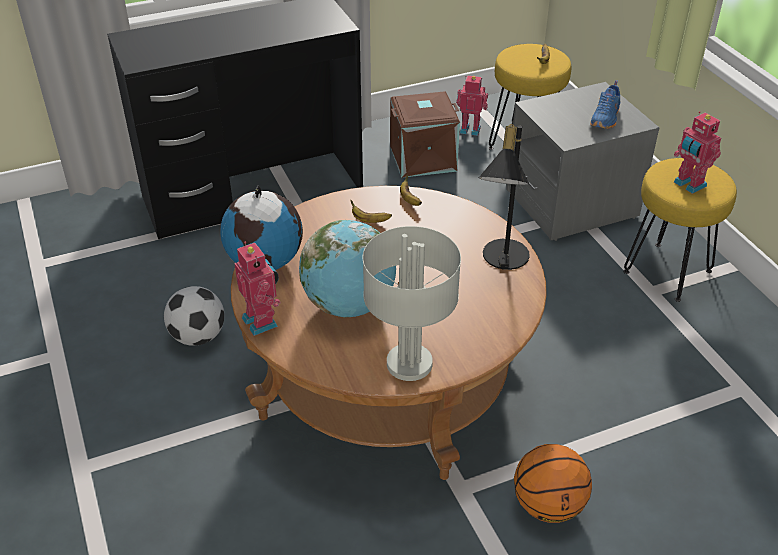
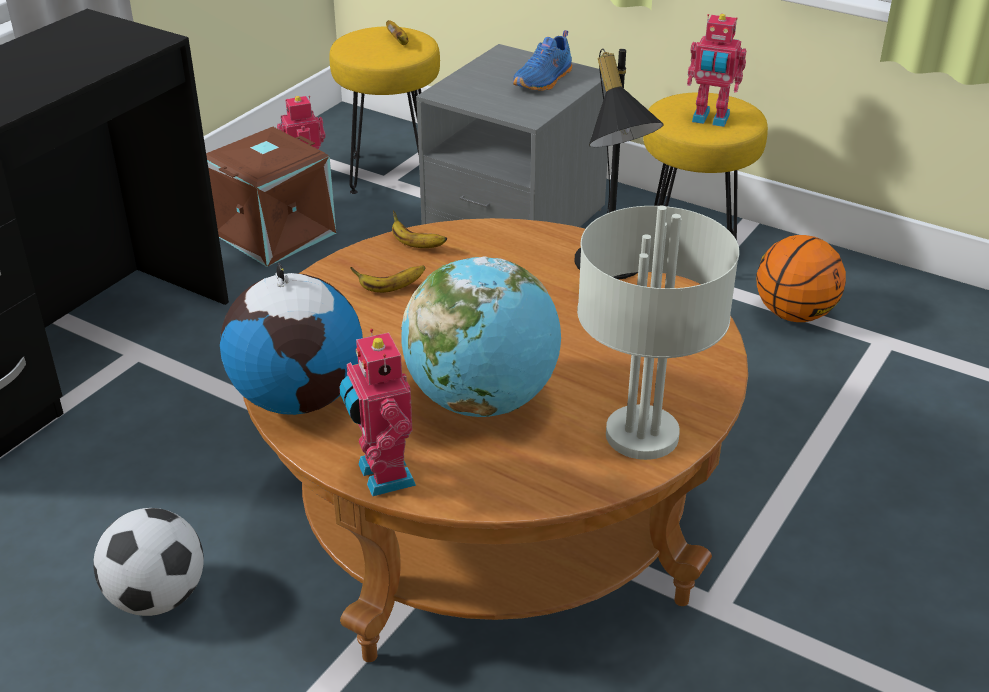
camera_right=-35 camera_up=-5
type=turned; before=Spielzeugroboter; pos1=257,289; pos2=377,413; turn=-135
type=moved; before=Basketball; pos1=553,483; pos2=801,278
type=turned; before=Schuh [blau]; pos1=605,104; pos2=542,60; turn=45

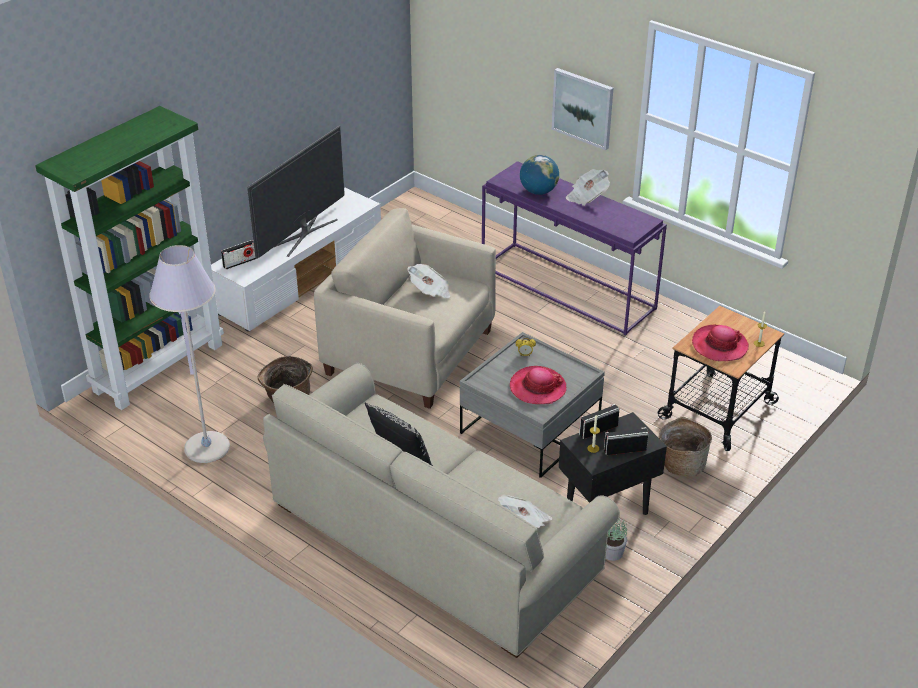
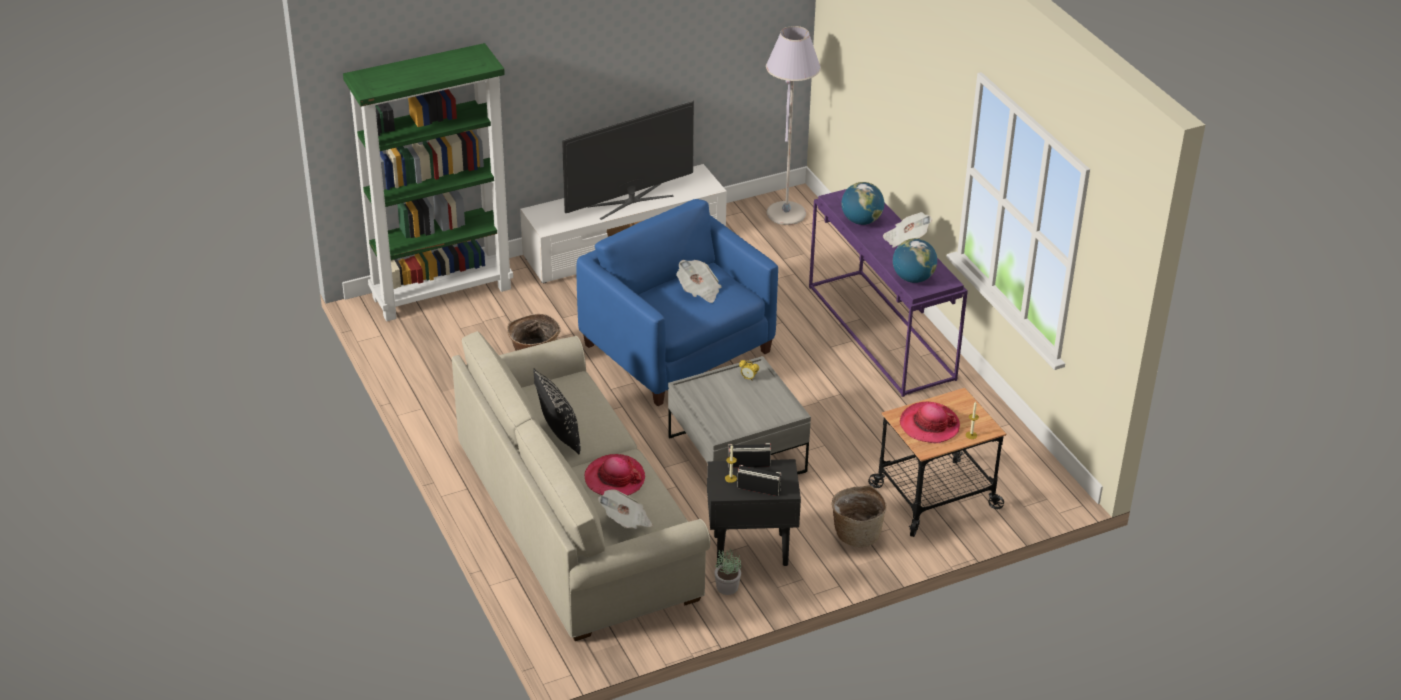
camera_right=25 camera_up=0
type=moved; before=Stehlampe [grau]; pos1=189,354; pos2=793,125
type=removed; before=Radio; pos1=238,254
type=recoloured; before=Sessel [beige]; after=Sessel [blau]; pos1=405,308; pos2=677,302
type=moved; before=Hut; pos1=538,385; pos2=615,475
type=removed; before=Bild; pos1=582,109
type=added; after=Globus; pos2=915,260

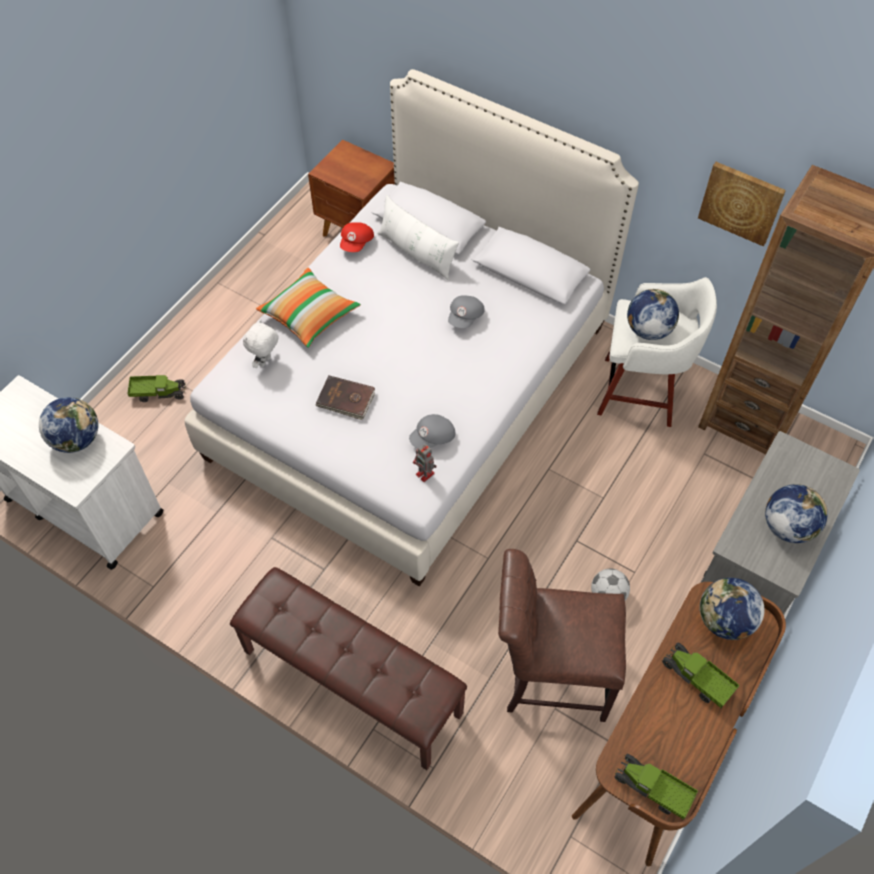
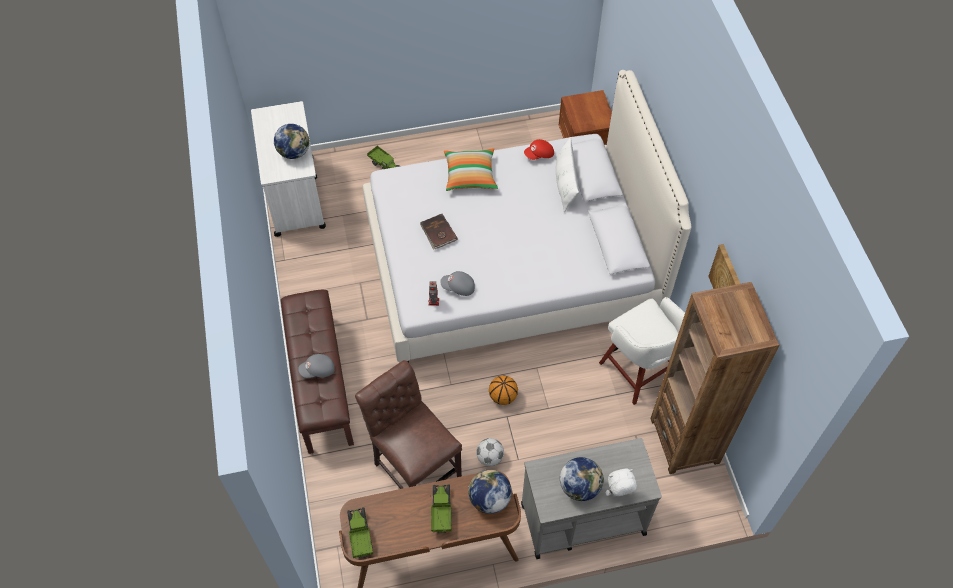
camera_right=45 camera_up=0
type=moved; before=Plüschtier [weiß]; pos1=261,343; pos2=621,482
type=moved; before=Kappe [grau]; pos1=466,311; pos2=316,366
type=removed; before=Globus; pos1=653,314
type=added; after=Basketball; pos2=503,390

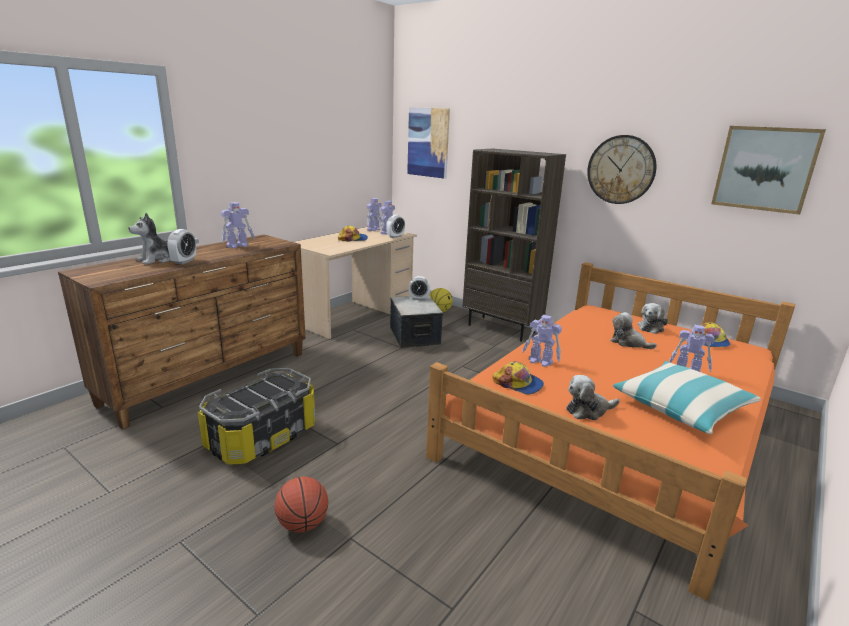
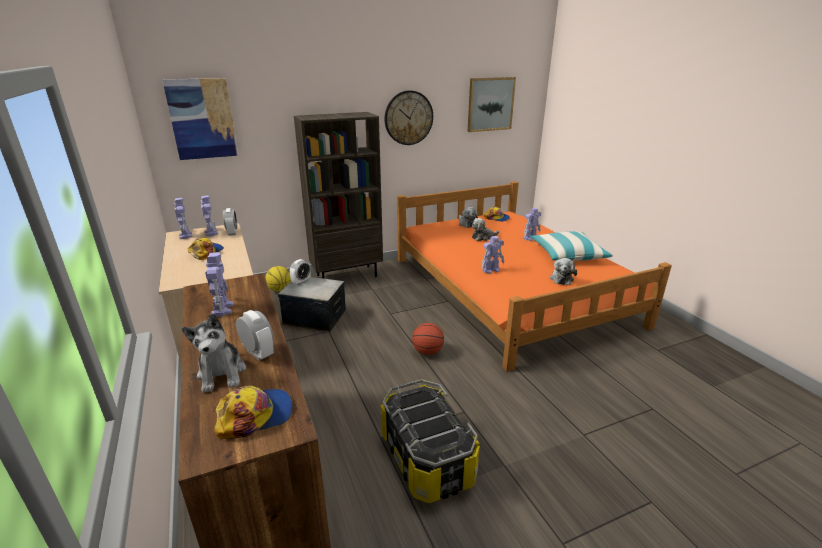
camera_right=-60 camera_up=5
type=moved; before=Basketball; pos1=301,504; pos2=428,339
type=moved; before=Kappe; pos1=518,377; pos2=253,412

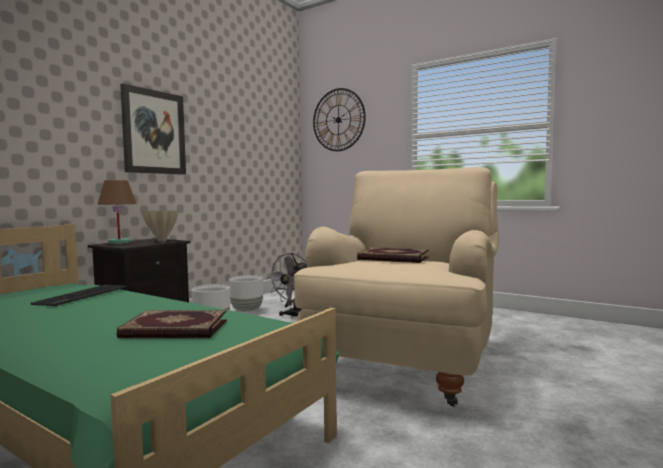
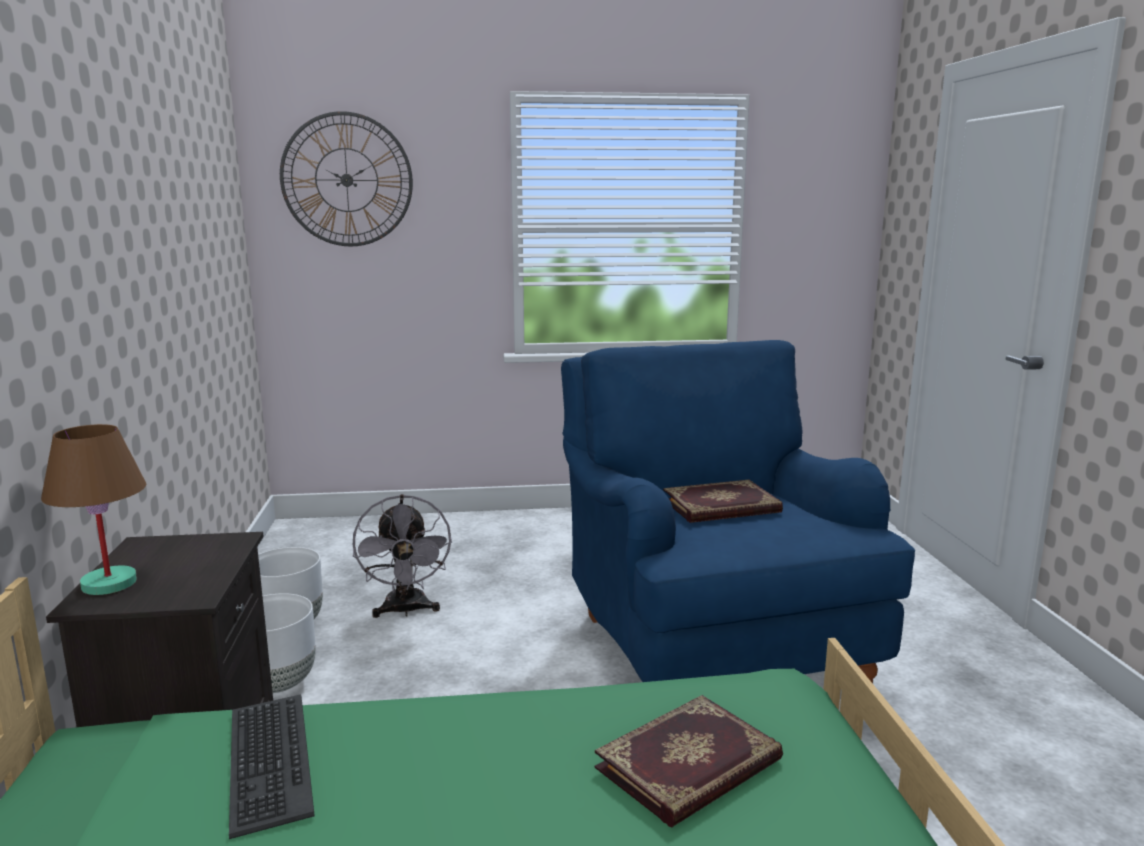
camera_right=-40 camera_up=10
type=removed; before=Bild; pos1=153,129
type=removed; before=Vase [beige]; pos1=160,226
type=recoloured; before=Sessel [beige]; after=Sessel [blau]; pos1=396,287; pos2=738,511

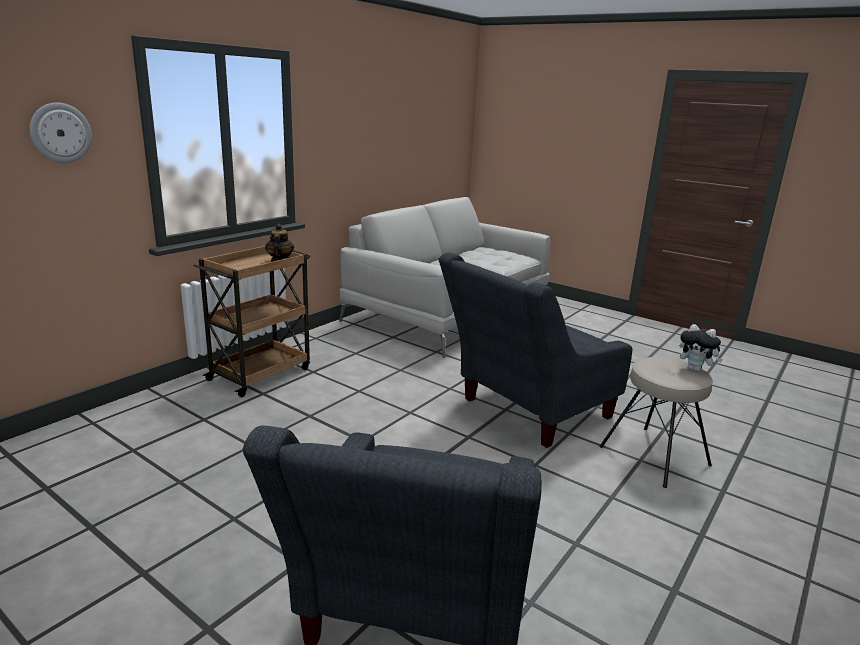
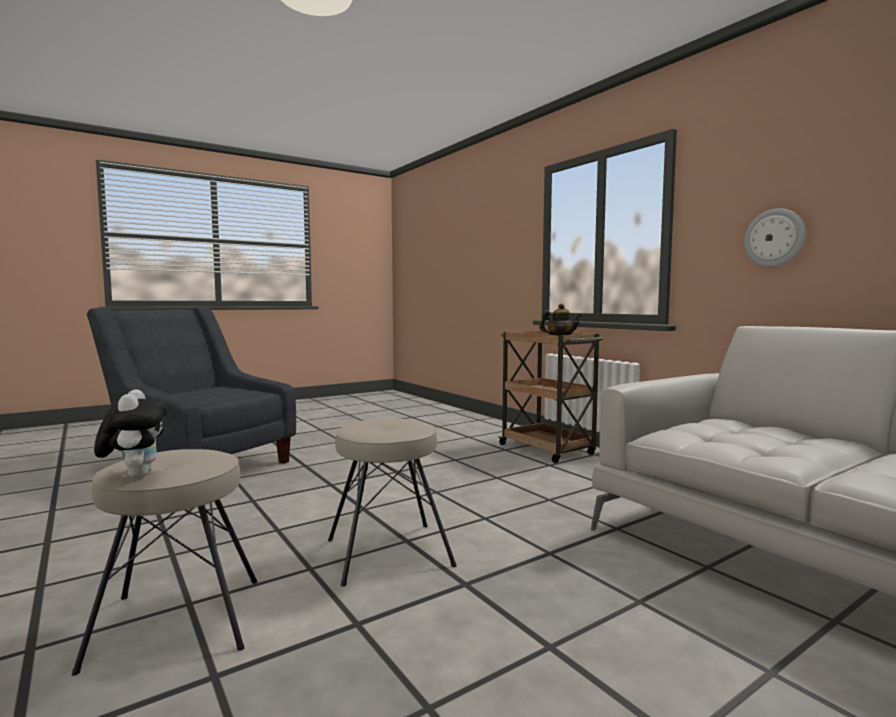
camera_right=110 camera_up=-15
type=moved; before=Wanduhr; pos1=61,132; pos2=775,237
type=replaced; before=Sessel [grau]; after=Hocker [beige]; pos1=535,350; pos2=392,502
type=turned; before=Plüschtier; pos1=701,348; pos2=130,433; turn=105

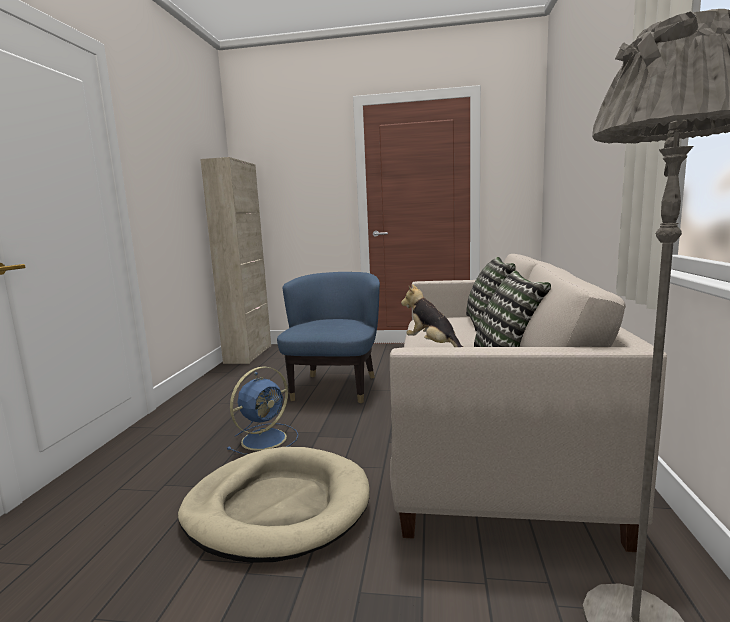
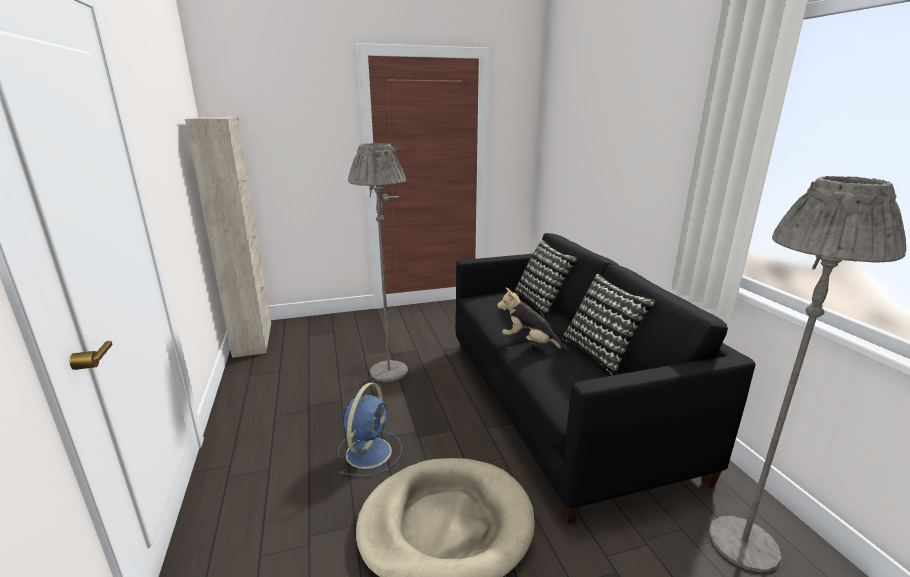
camera_right=-25 camera_up=10
type=replaced; before=Sessel [blau]; after=Stehlampe [grau]; pos1=328,337; pos2=378,262
type=recoloured; before=Sofa [beige]; after=Sofa [schwarz]; pos1=528,403; pos2=605,378

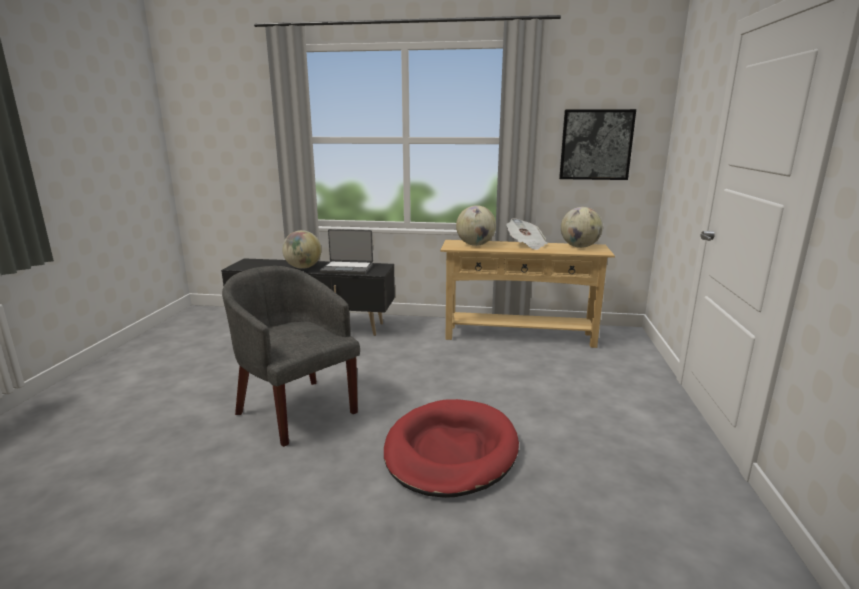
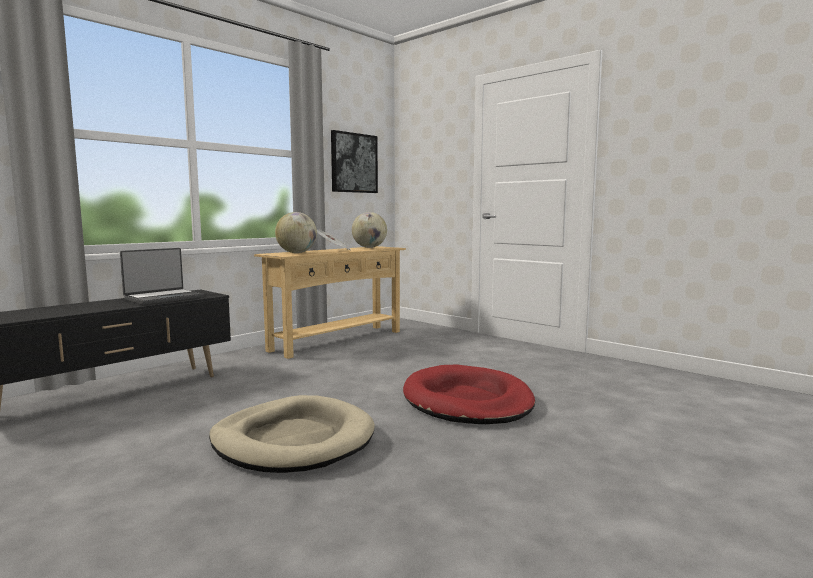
camera_right=-55 camera_up=-10
type=replaced; before=Sessel [grau]; after=Hundebett [beige]; pos1=291,356; pos2=292,434
type=removed; before=Globus; pos1=301,249

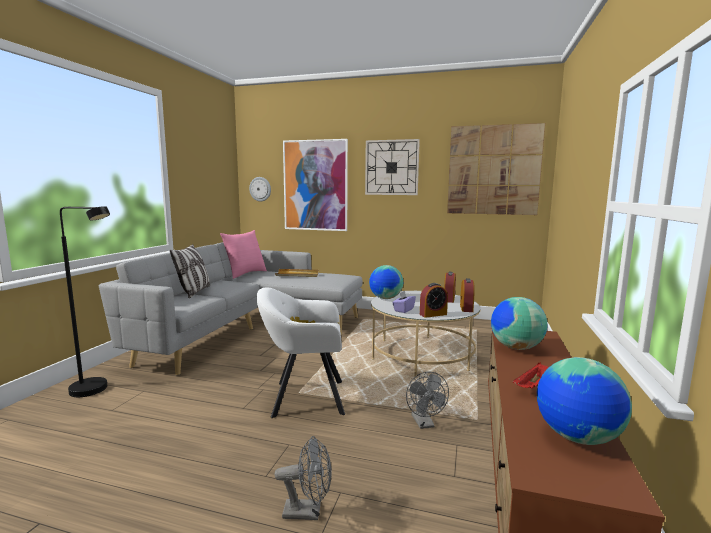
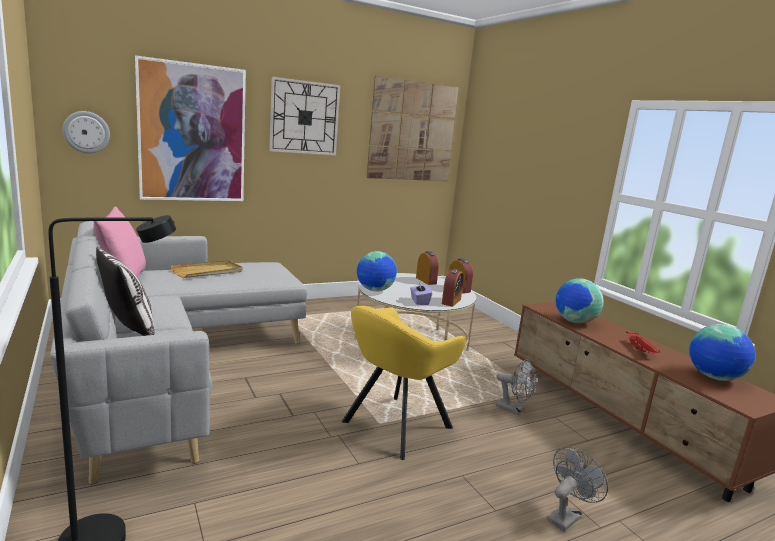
camera_right=-45 camera_up=5
type=recoloured; before=Sessel [weiß]; after=Sessel [gelb]; pos1=301,352; pos2=403,383

